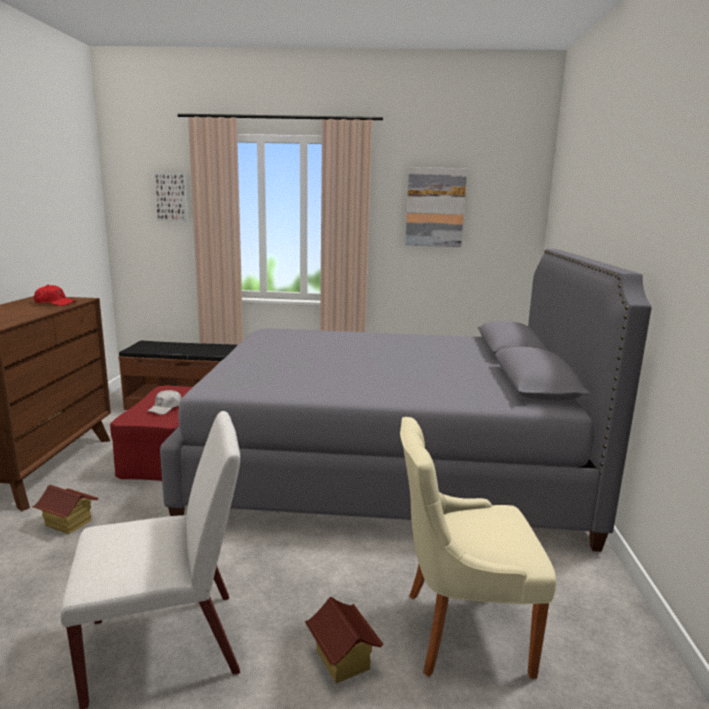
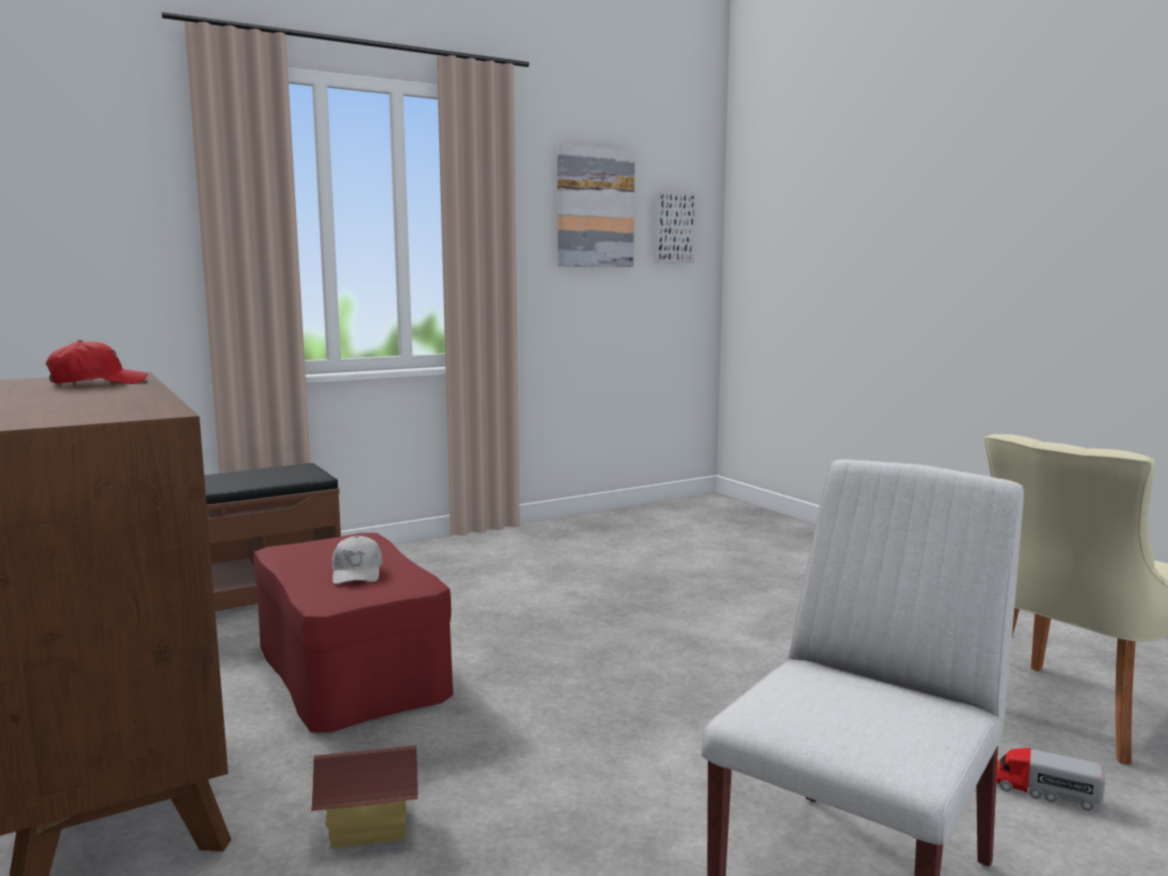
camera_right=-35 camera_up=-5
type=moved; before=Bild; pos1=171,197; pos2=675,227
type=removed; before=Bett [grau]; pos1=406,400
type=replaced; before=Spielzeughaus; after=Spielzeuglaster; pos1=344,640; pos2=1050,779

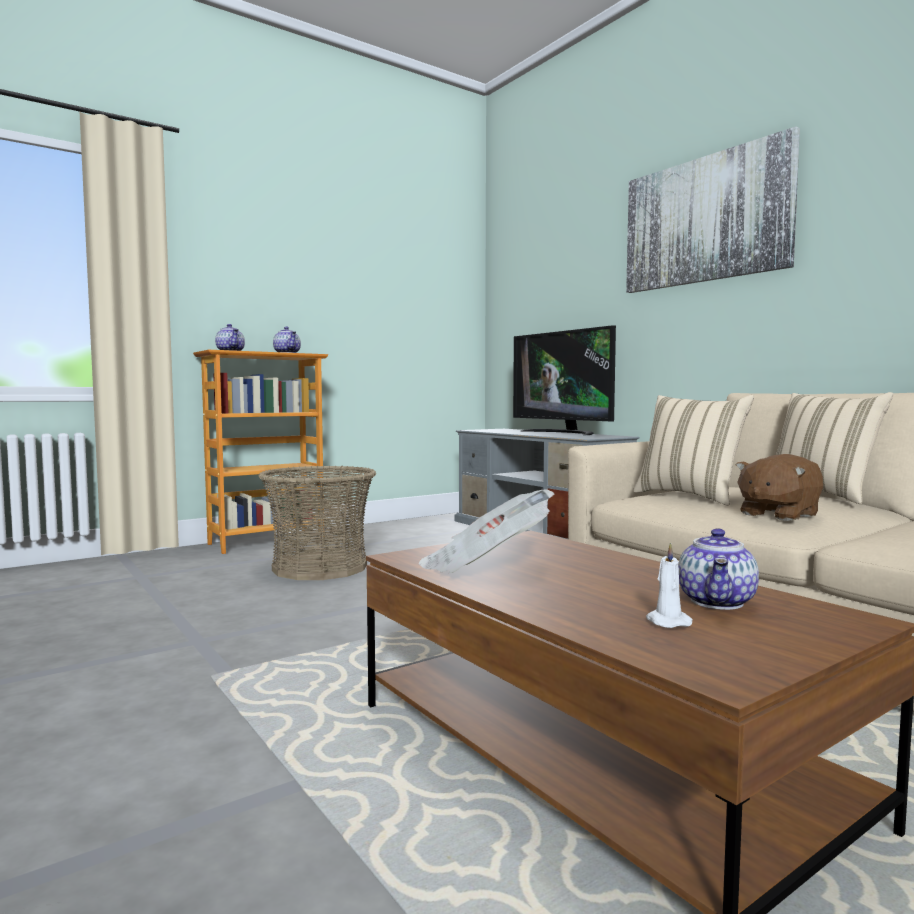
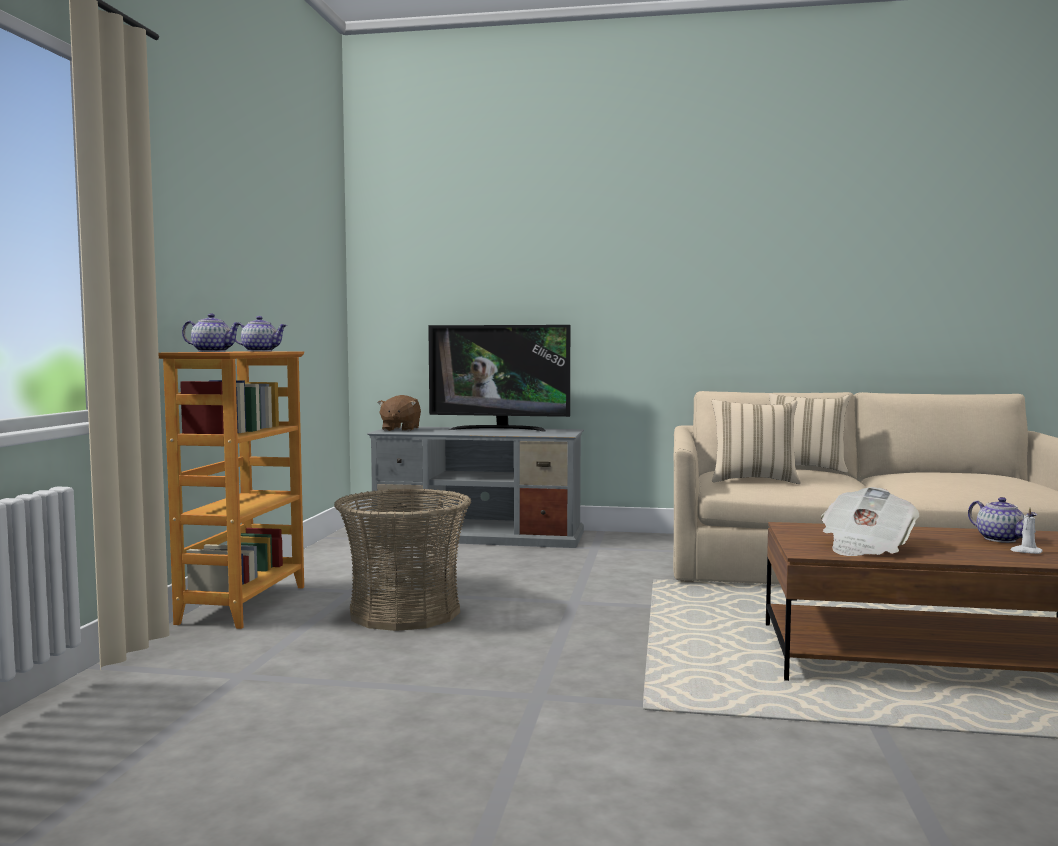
camera_right=-45 camera_up=0
type=removed; before=Bild; pos1=713,209
type=moved; before=Plüschtier [braun]; pos1=779,487; pos2=399,413

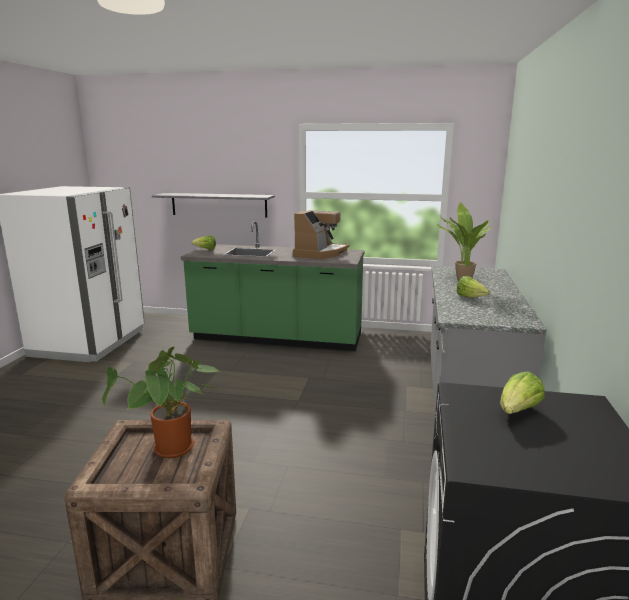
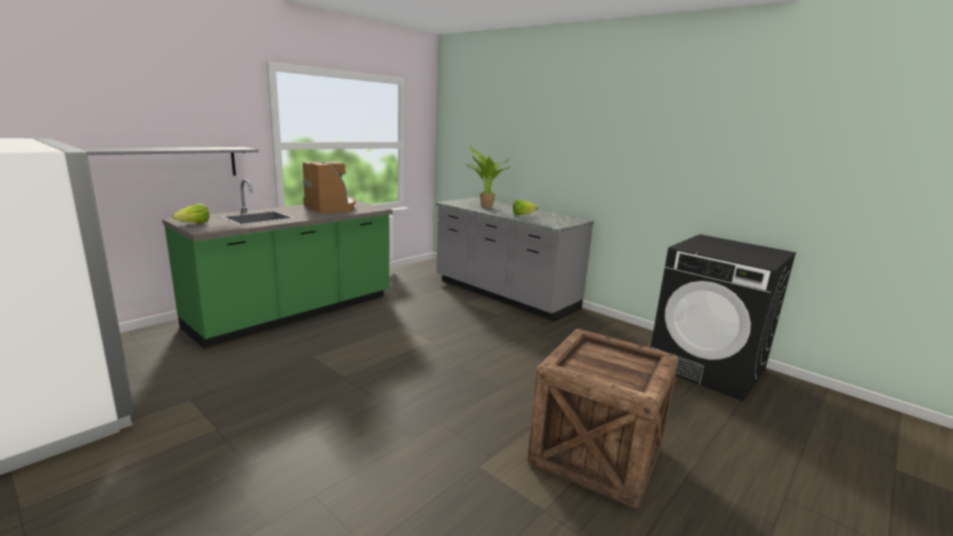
camera_right=-60 camera_up=0
type=removed; before=Topfpflanze; pos1=161,402
type=removed; before=Salatkopf; pos1=522,393

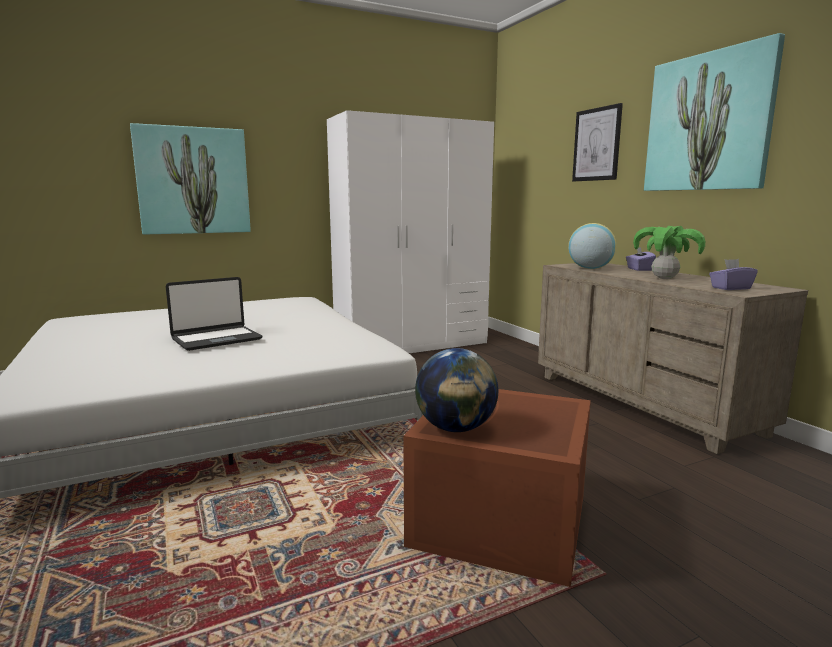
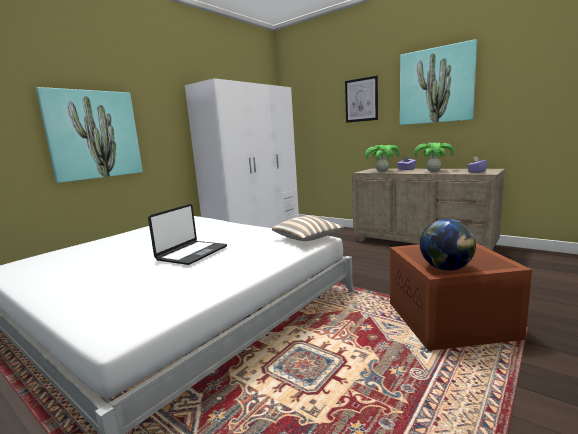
camera_right=-25 camera_up=0
type=replaced; before=Vase; after=Topfpflanze; pos1=592,246; pos2=383,158
type=added; after=Kissen; pos2=308,228

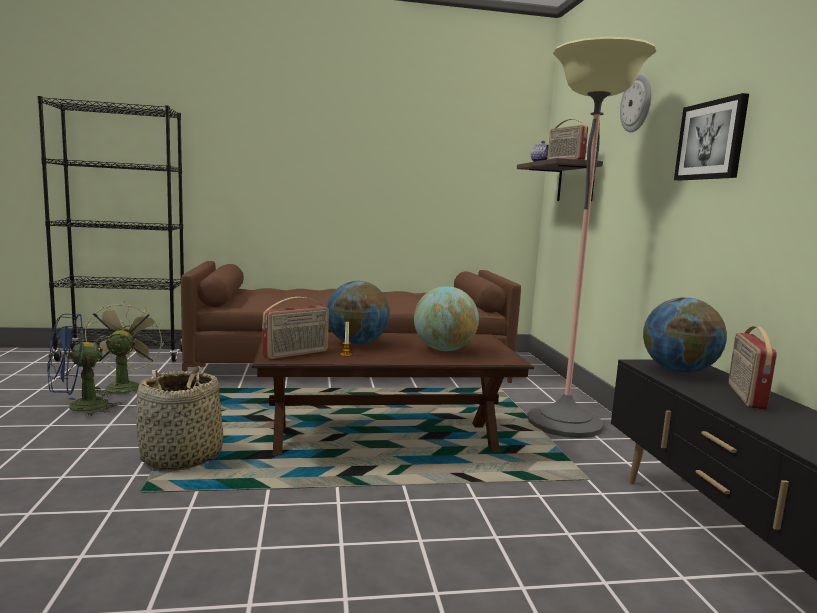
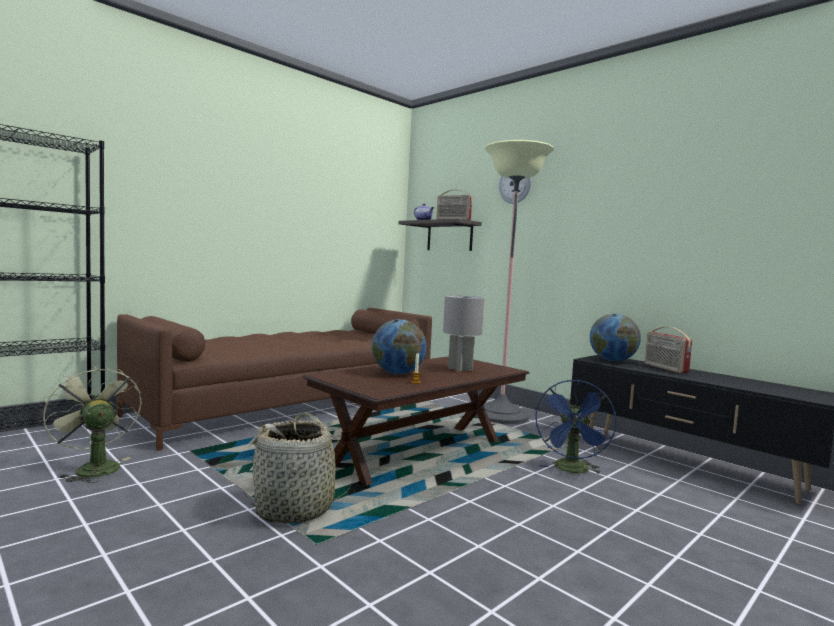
camera_right=-35 camera_up=-5
type=moved; before=Ventilator [blau]; pos1=85,365; pos2=576,427
type=removed; before=Radio; pos1=295,328
type=replaced; before=Globus; after=Tischlampe [grau]; pos1=446,318; pos2=463,333
type=removed; before=Bild; pos1=711,137

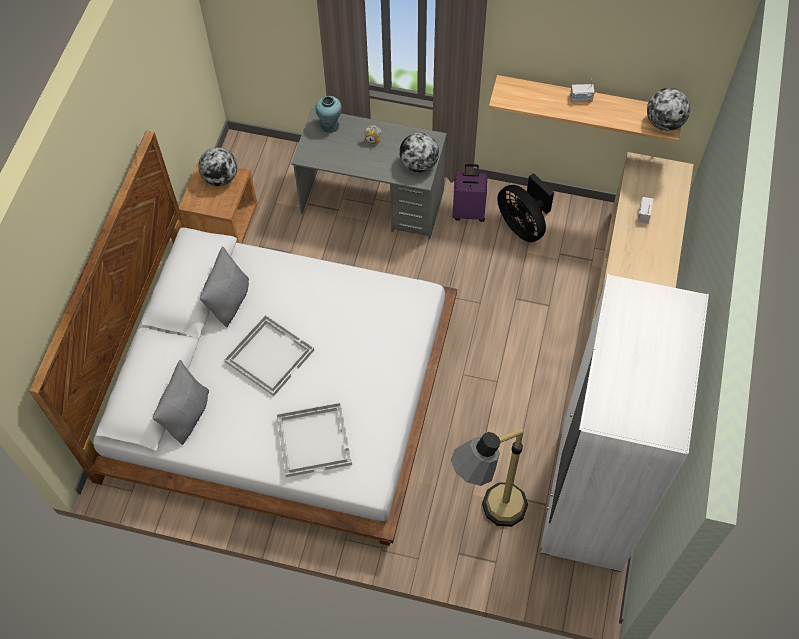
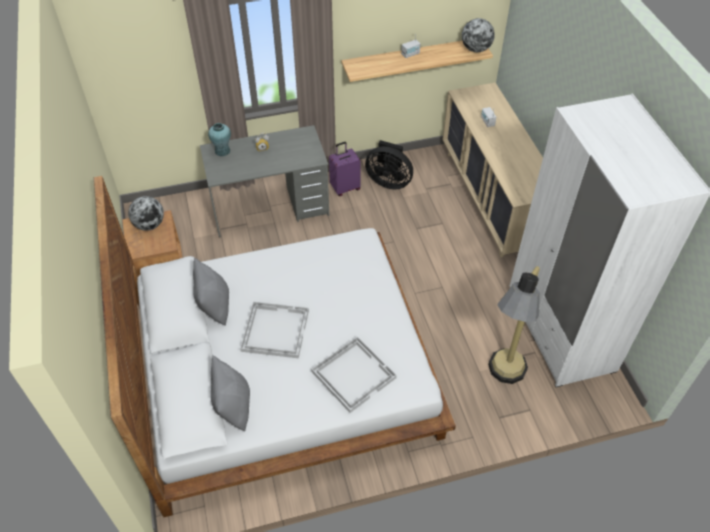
camera_right=-30 camera_up=-10
type=removed; before=Globus; pos1=419,152

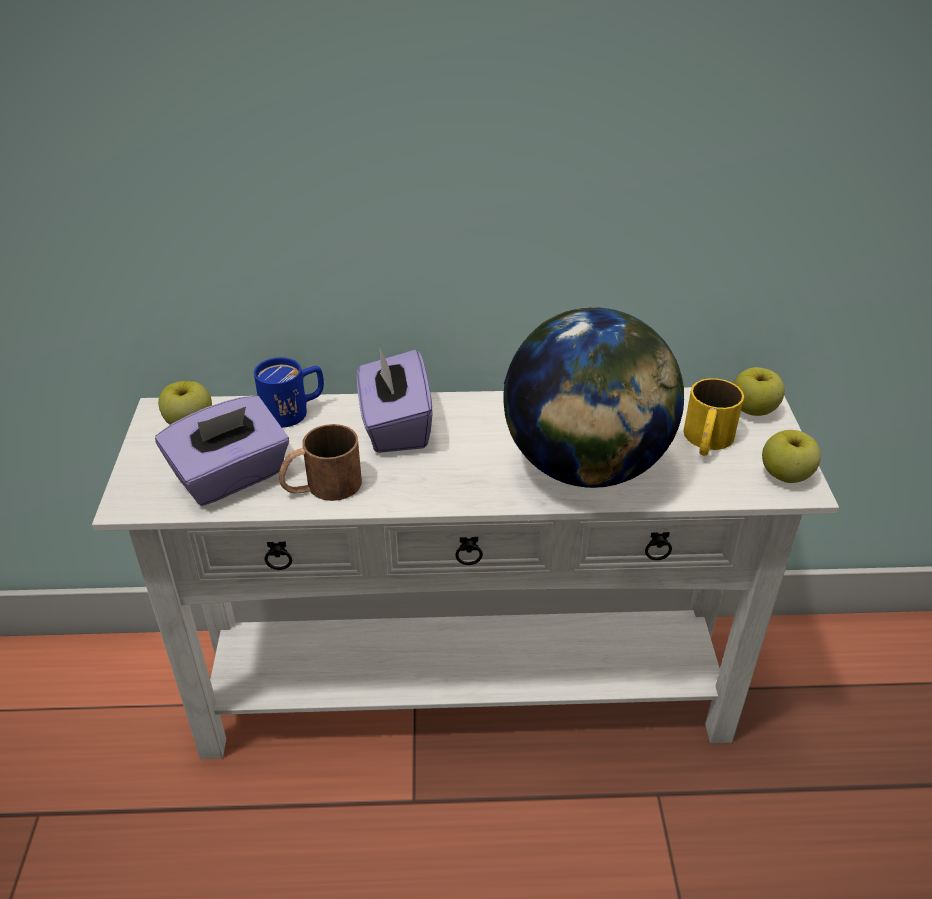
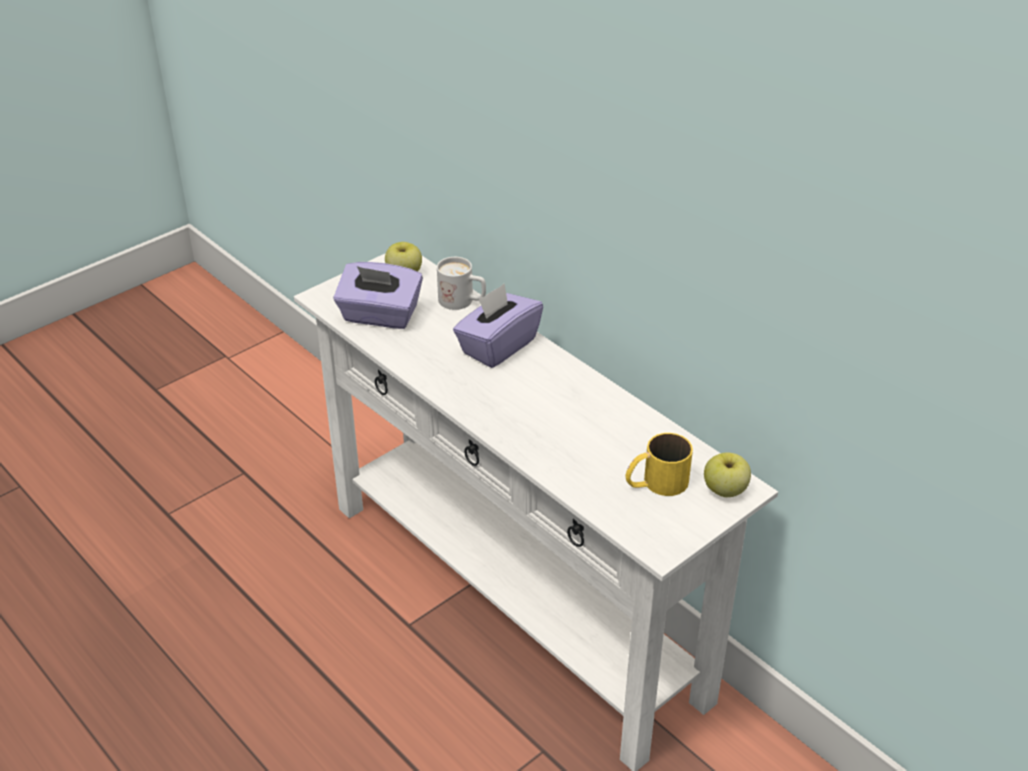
camera_right=50 camera_up=0
type=recoloured; before=Henkelbecher [blau]; after=Henkelbecher [weiß]; pos1=289,392; pos2=461,283
type=removed; before=Henkelbecher [braun]; pos1=320,462
type=removed; before=Globus; pos1=593,397
type=removed; before=Apfel; pos1=791,456

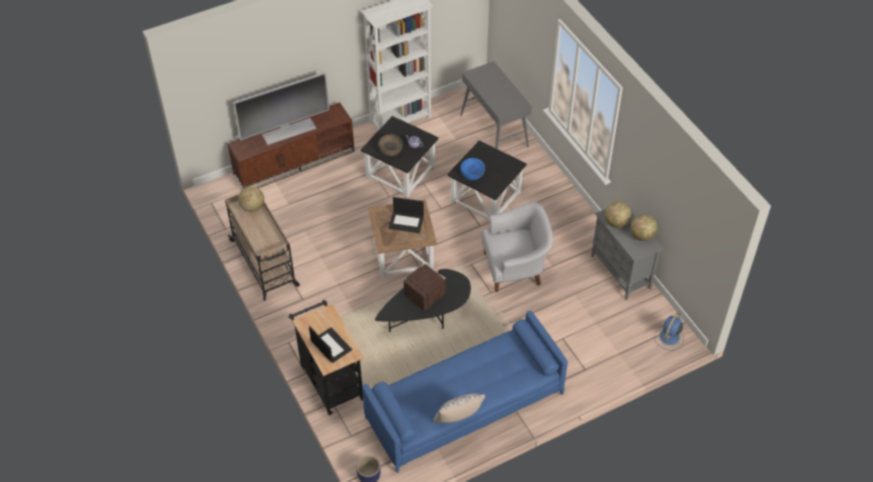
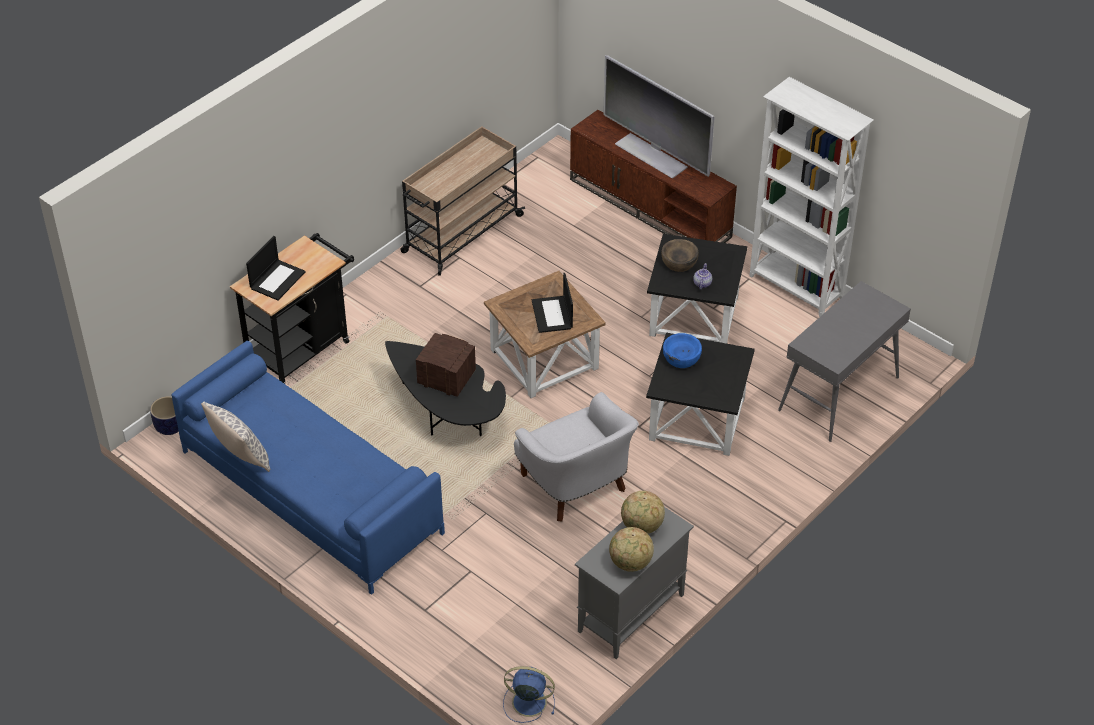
camera_right=70 camera_up=-5
type=removed; before=Globus; pos1=251,199

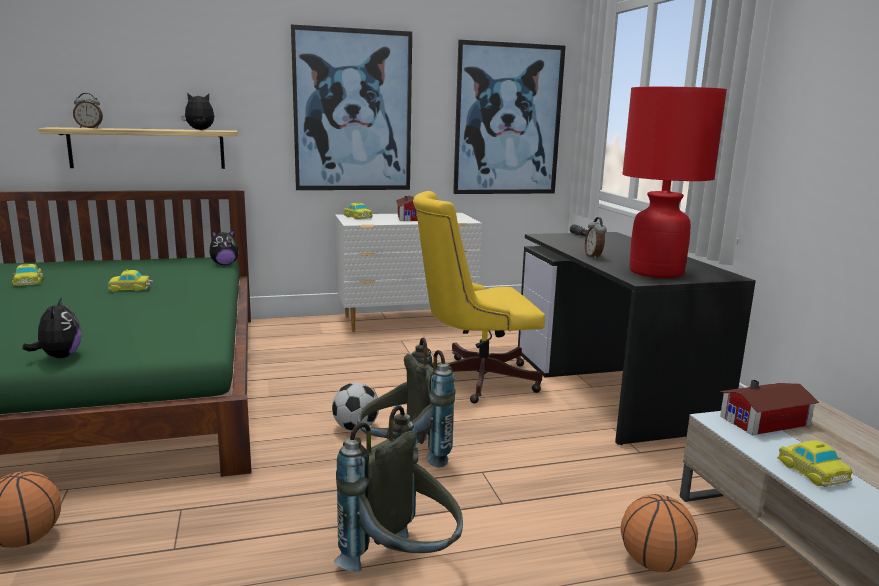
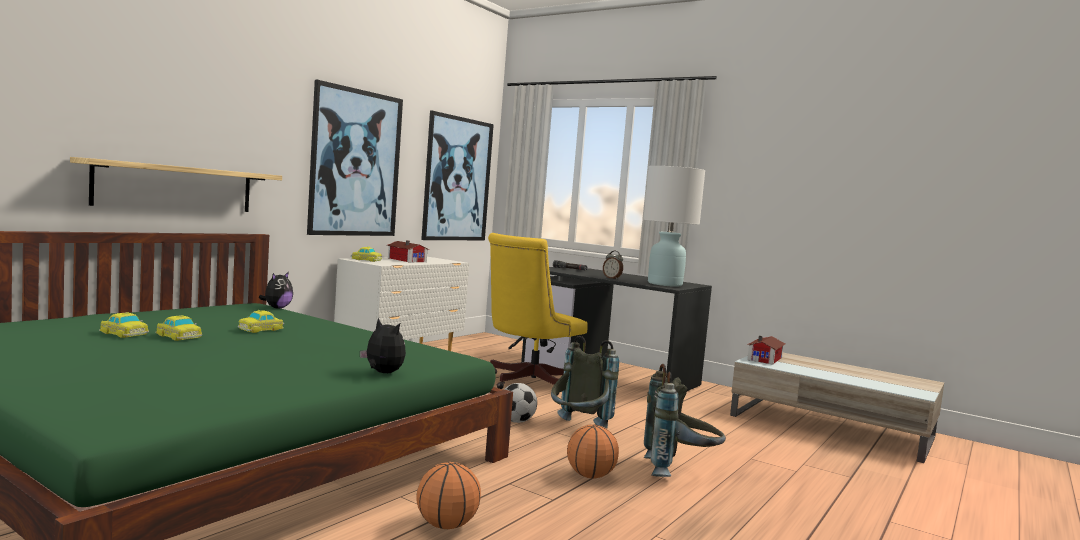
camera_right=-40 camera_up=-10
type=removed; before=Wecker; pos1=88,111
type=removed; before=Plüschtier; pos1=197,111
type=moved; before=Basketball; pos1=659,533; pos2=593,452
type=recoloured; before=Tischlampe [rot]; after=Tischlampe [weiß]; pos1=674,182; pos2=674,226
type=moved; before=Spielzeugauto; pos1=815,463; pos2=178,328

